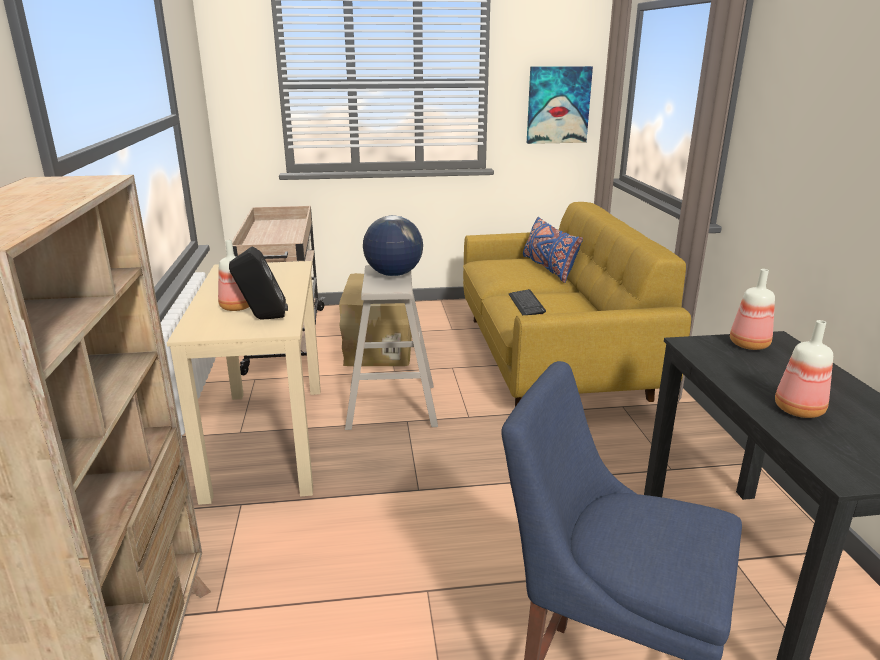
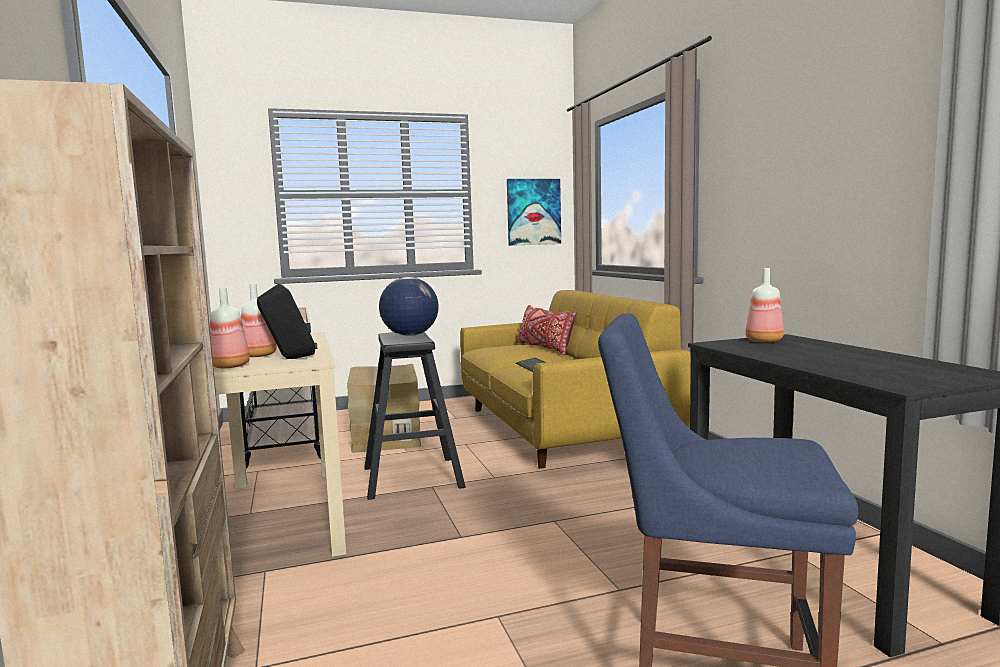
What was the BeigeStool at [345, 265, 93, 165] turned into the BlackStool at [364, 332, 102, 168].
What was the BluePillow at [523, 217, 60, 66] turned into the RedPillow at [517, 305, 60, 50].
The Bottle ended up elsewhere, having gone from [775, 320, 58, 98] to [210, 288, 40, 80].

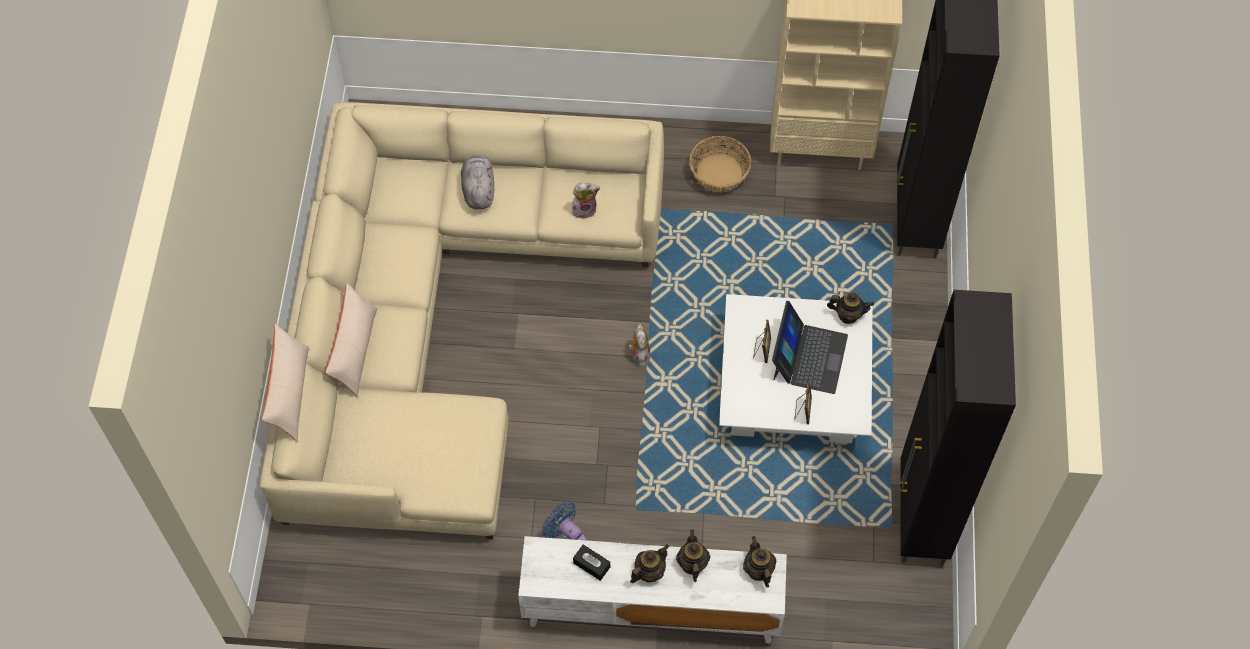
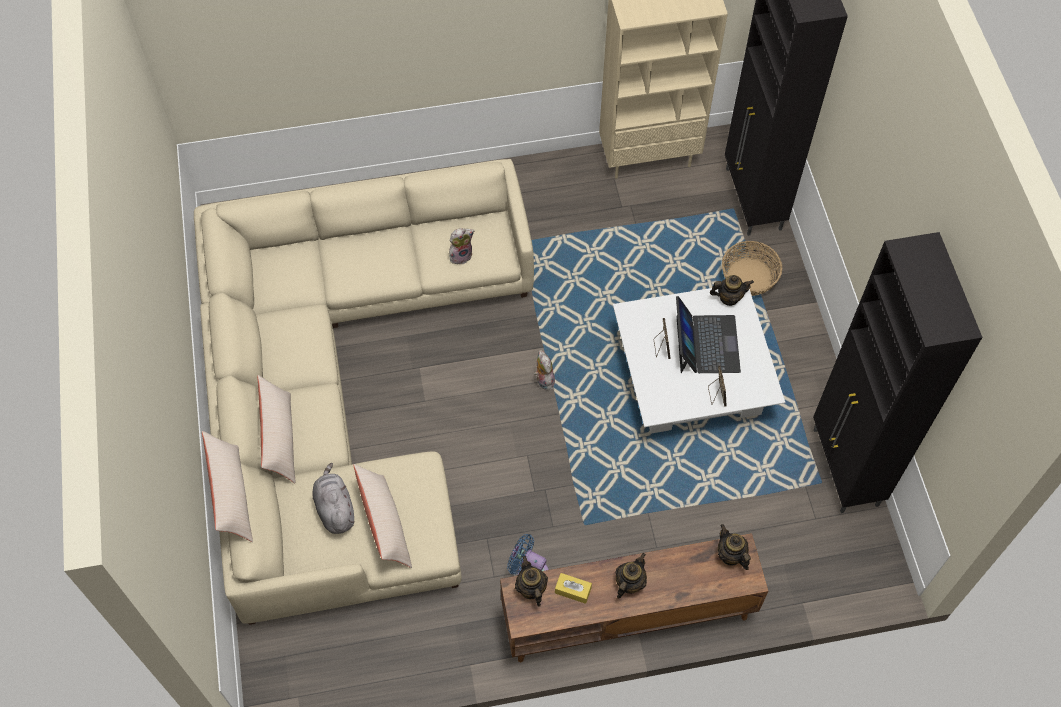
The GreyPlushToy ended up elsewhere, having gone from [461, 155, 33, 54] to [312, 463, 43, 71].
What was the WhiteTvStand at [518, 536, 269, 108] turned into the BrownTvStand at [500, 533, 268, 129].
What was the BlackTissueBox at [573, 545, 37, 36] turned into the YellowTissueBox at [555, 573, 37, 31].
The Teapot ended up elsewhere, having gone from [676, 529, 34, 53] to [515, 556, 33, 51].
The Basket ended up elsewhere, having gone from [689, 136, 62, 57] to [722, 241, 60, 55].
The second view gained the BeigePillow at [353, 464, 59, 104].

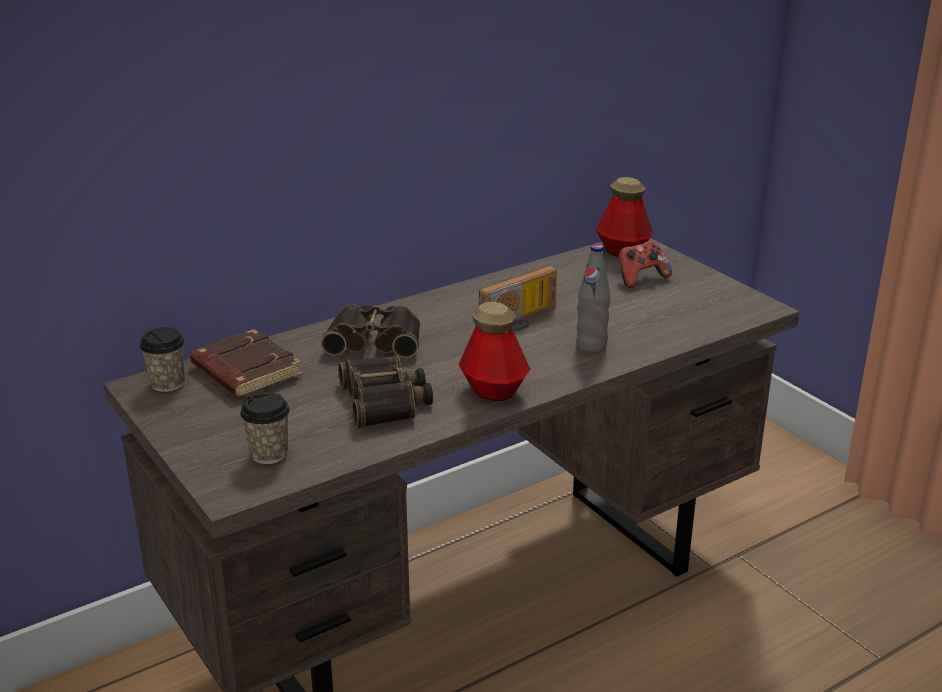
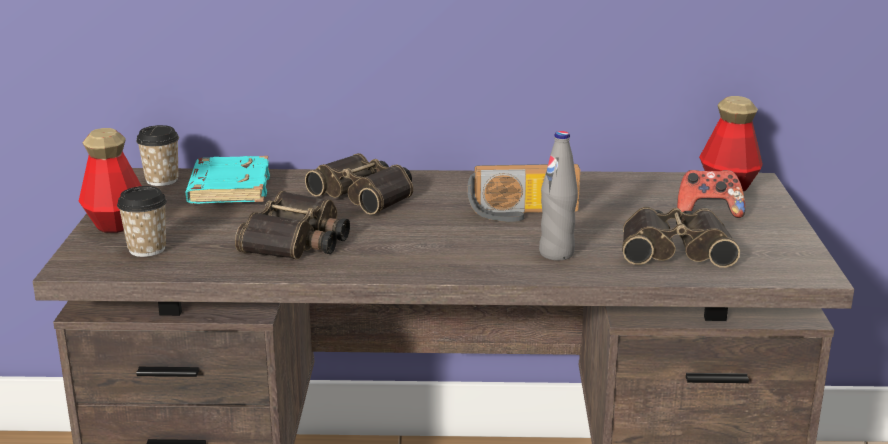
What was the BrownBook at [190, 329, 112, 69] turned into the TurquoiseBook at [186, 156, 84, 48].
The Bottle ended up elsewhere, having gone from [459, 302, 71, 99] to [79, 128, 63, 105].
The second view gained the Binoculars at [622, 207, 118, 61].

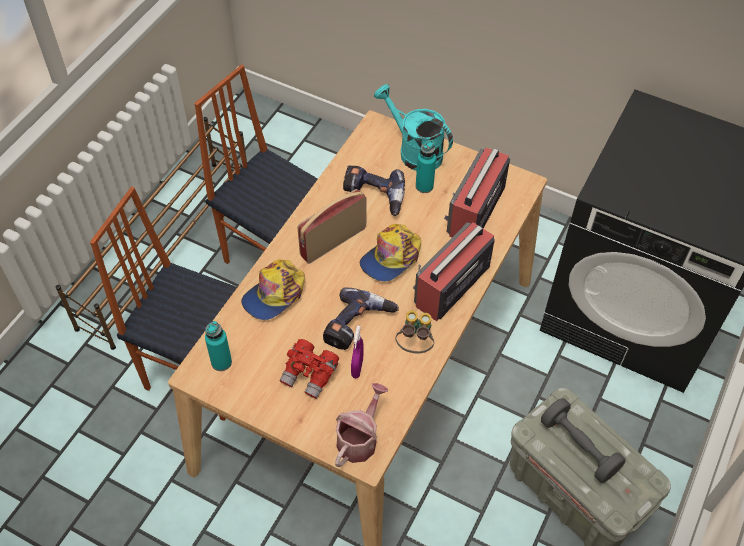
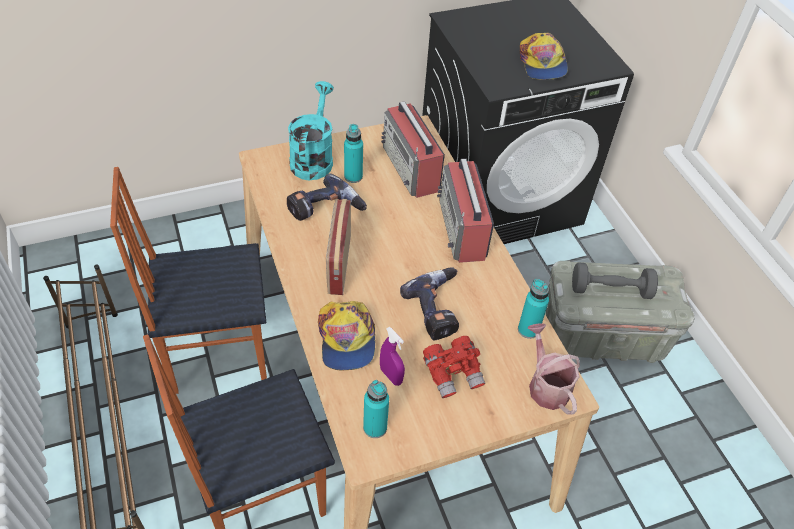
The PurpleSprayBottle ended up elsewhere, having gone from [351, 326, 12, 52] to [380, 327, 25, 59].
The Cap ended up elsewhere, having gone from [360, 224, 61, 58] to [520, 33, 48, 47].
The TurquoiseWateringCan at [374, 84, 79, 87] ended up facing another way, 105 degrees clockwise from before.
The second view lost the Binoculars at [396, 310, 38, 44].
The second view gained the TurquoiseBottle at [518, 279, 31, 60].

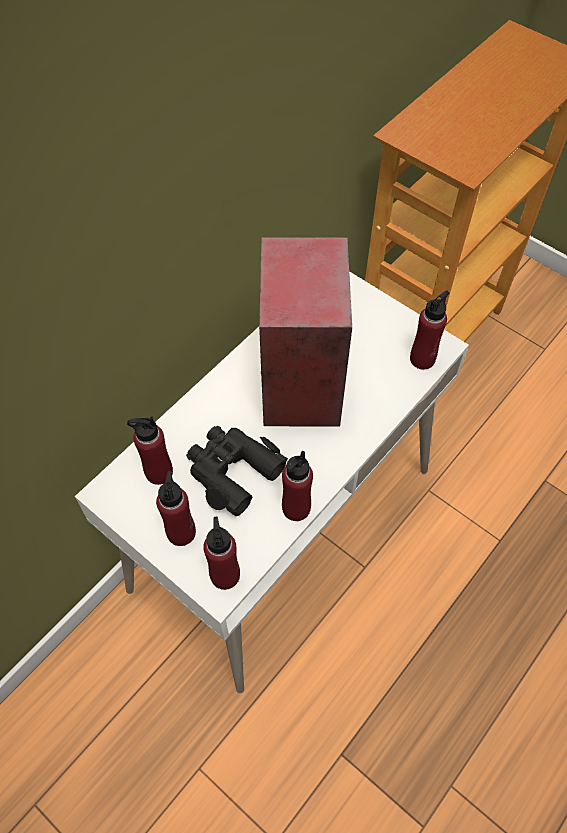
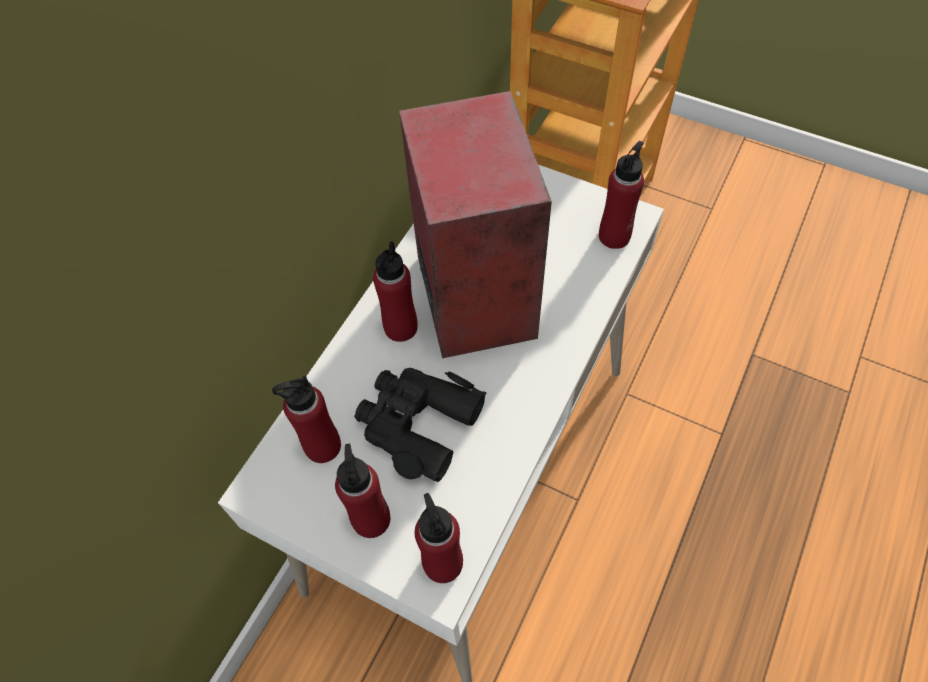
The RedBottle ended up elsewhere, having gone from [282, 451, 31, 70] to [373, 241, 45, 101].

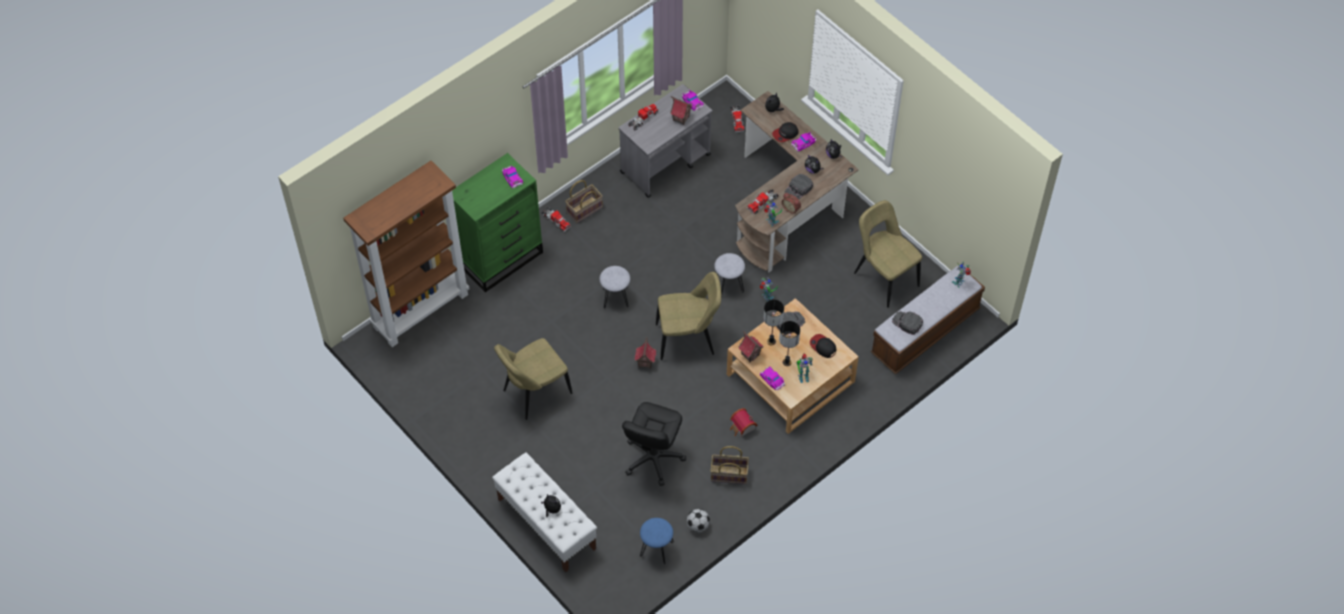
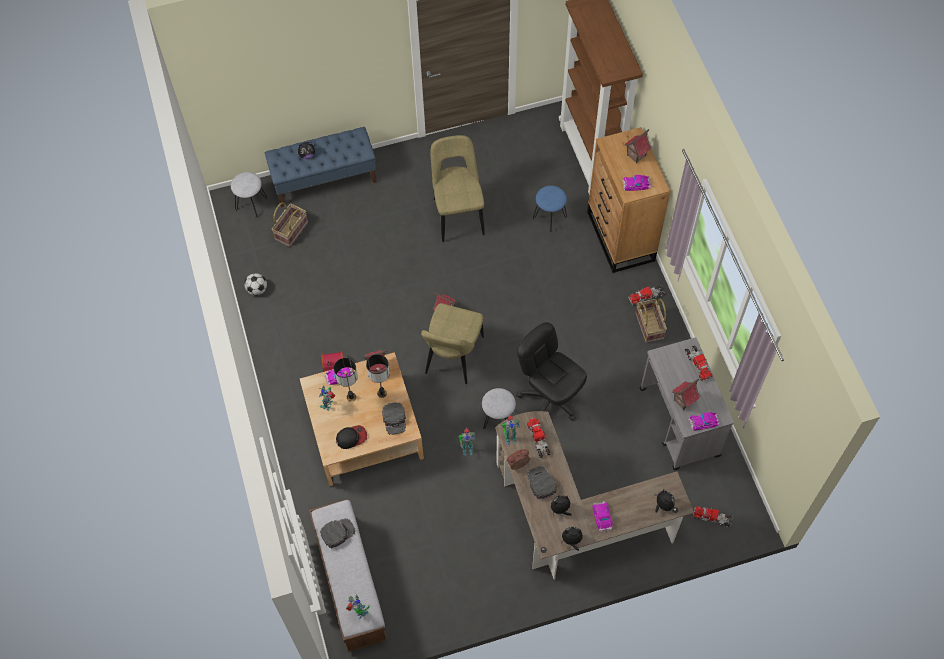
What was the GreenDresser at [452, 153, 91, 139] turned into the BrownDresser at [587, 127, 84, 146].
What was the WhiteBench at [492, 452, 105, 121] turned into the BlueBench at [265, 127, 112, 80].
The GreyStool ended up elsewhere, having gone from [600, 266, 30, 43] to [231, 172, 37, 45].
The BlackOfficeChair ended up elsewhere, having gone from [622, 402, 64, 84] to [517, 322, 70, 99].
The BlueStool ended up elsewhere, having gone from [640, 518, 34, 47] to [533, 185, 34, 48].
The Basket ended up elsewhere, having gone from [711, 446, 38, 38] to [272, 202, 36, 45].
The second view lost the Cap at [772, 122, 27, 20].
The second view lost the BeigeChair at [854, 200, 68, 108].
The second view gained the ToyHouse at [625, 129, 27, 34].

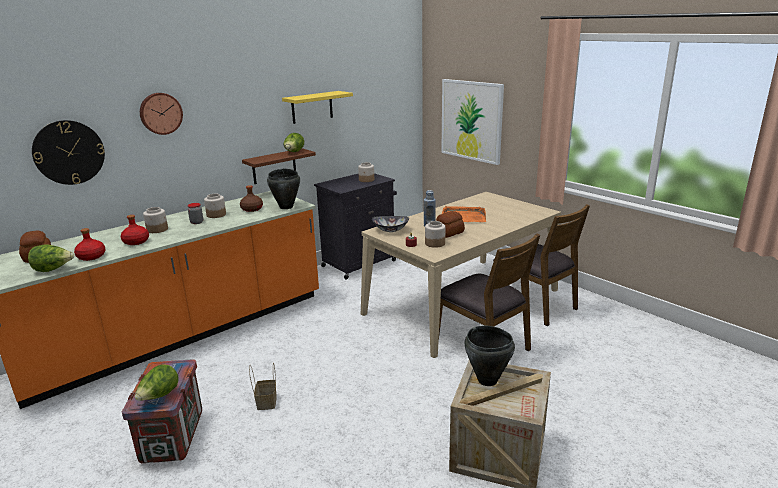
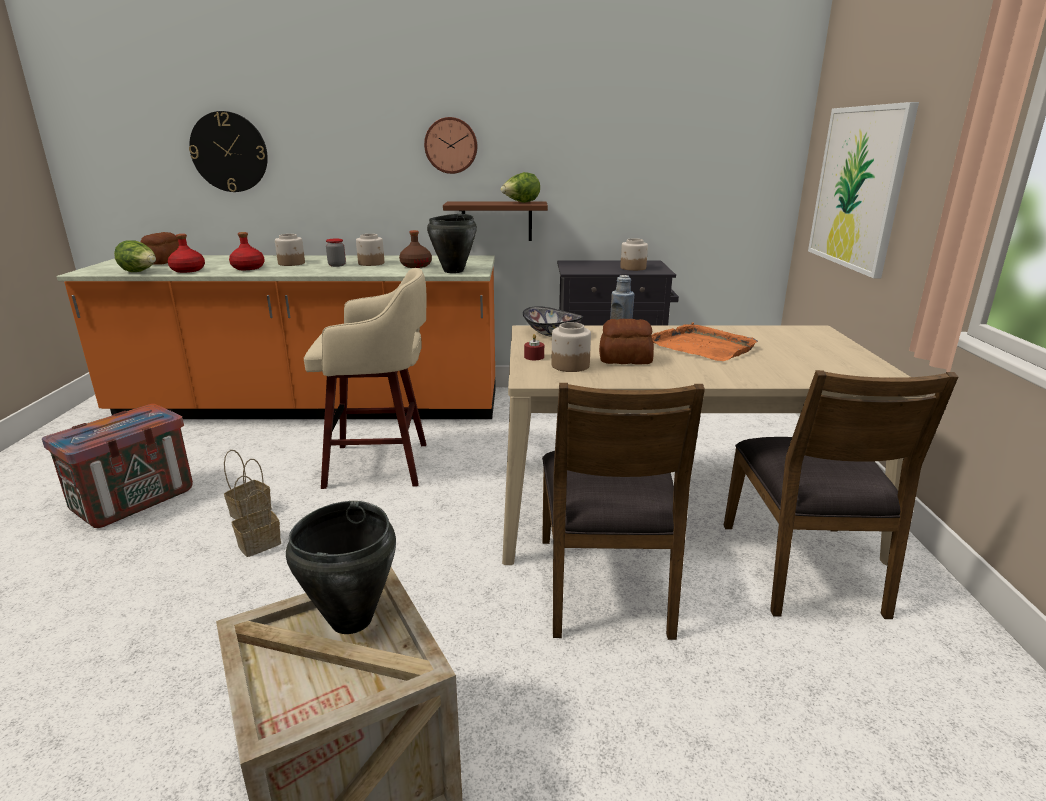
The second view lost the Lettuce at [135, 364, 44, 37].
The WallClock ended up elsewhere, having gone from [140, 93, 43, 42] to [424, 117, 53, 57].
The second view lost the YellowShelf at [282, 91, 71, 33].
The second view gained the Basket at [232, 476, 49, 81].
The second view gained the BeigeStool at [304, 268, 122, 221].

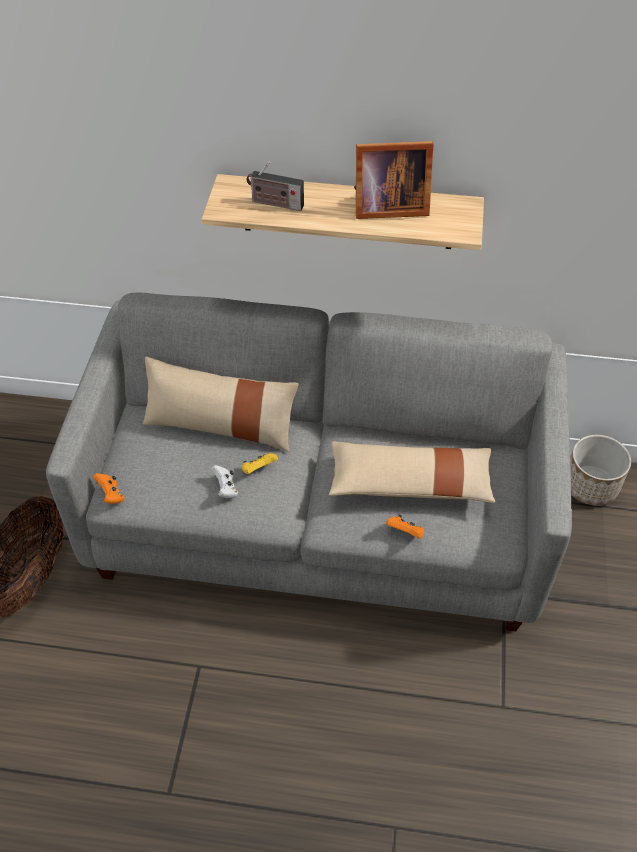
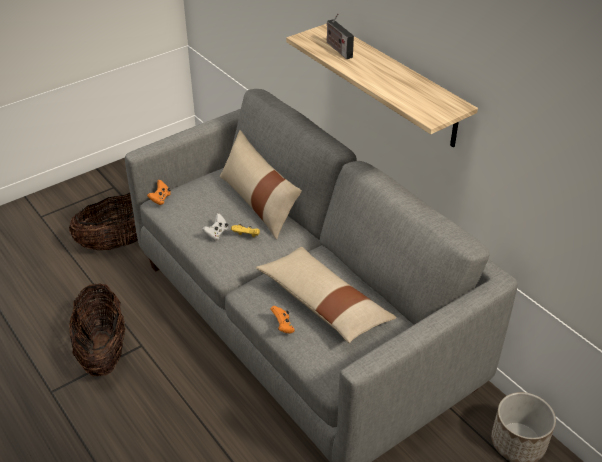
The second view lost the PictureFrame at [354, 141, 79, 78].
The second view gained the Basket at [69, 284, 56, 92].

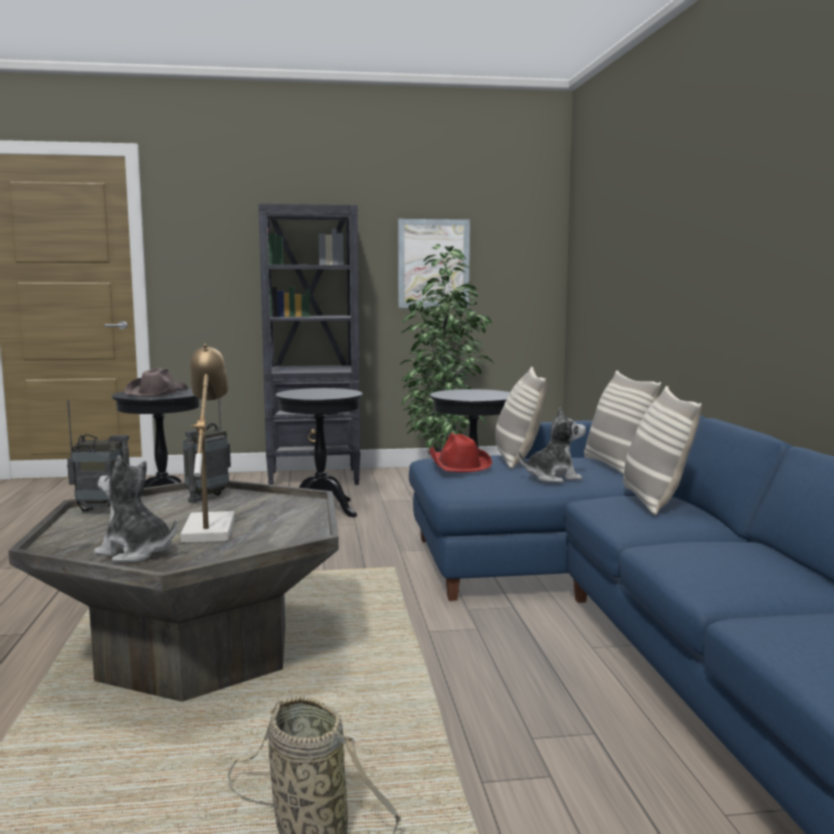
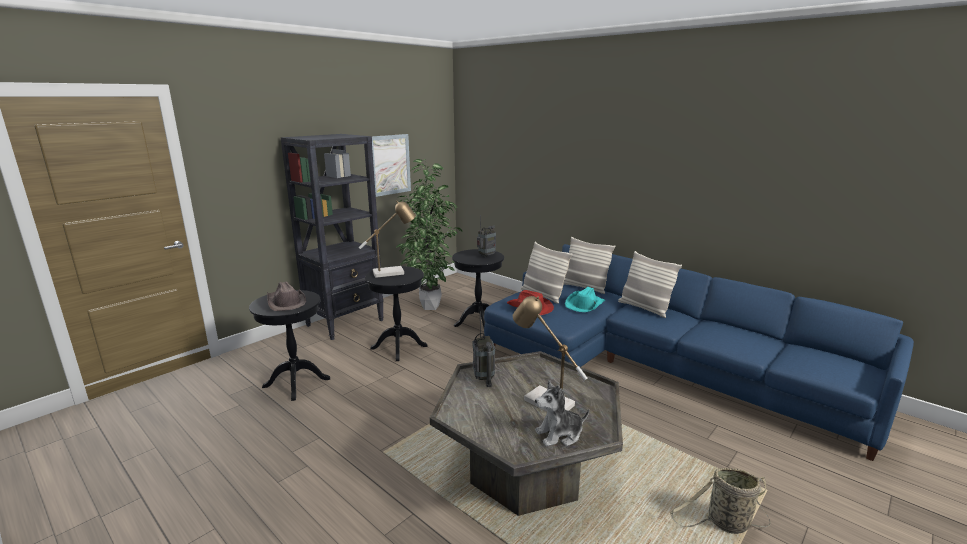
The Radio ended up elsewhere, having gone from [67, 400, 63, 112] to [477, 215, 19, 43].
Where the PlushToy stood at [518, 407, 68, 76], the TurquoiseHat came to stand at [565, 287, 40, 25].
The second view gained the TableLamp at [359, 201, 57, 77].

